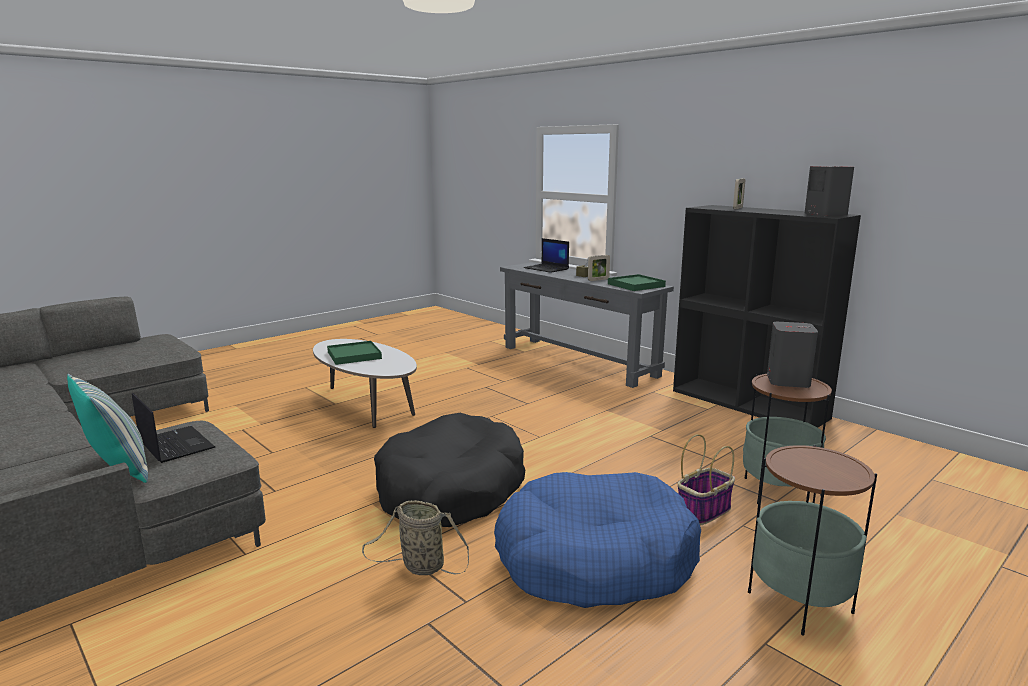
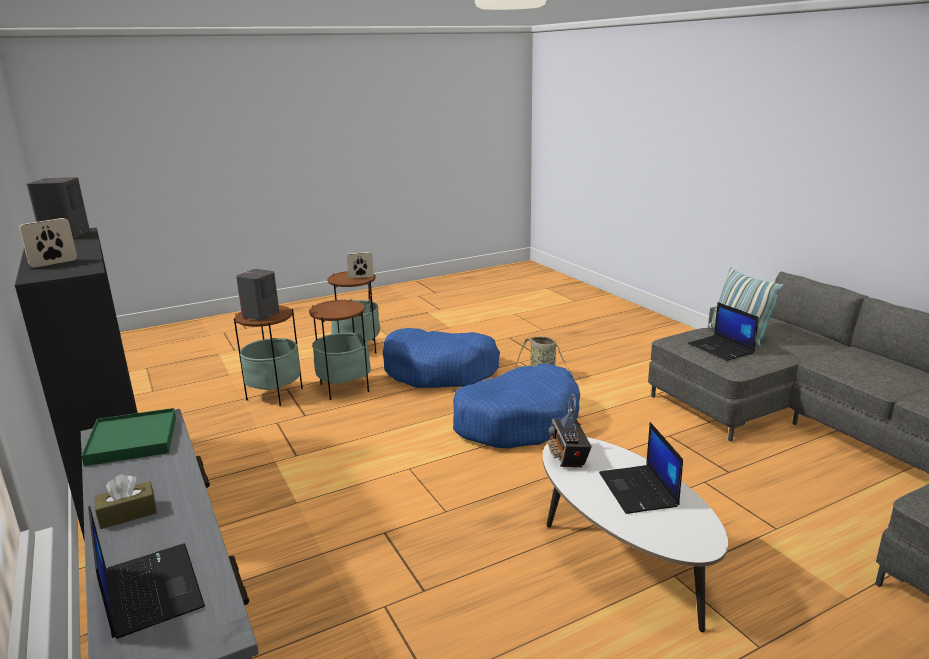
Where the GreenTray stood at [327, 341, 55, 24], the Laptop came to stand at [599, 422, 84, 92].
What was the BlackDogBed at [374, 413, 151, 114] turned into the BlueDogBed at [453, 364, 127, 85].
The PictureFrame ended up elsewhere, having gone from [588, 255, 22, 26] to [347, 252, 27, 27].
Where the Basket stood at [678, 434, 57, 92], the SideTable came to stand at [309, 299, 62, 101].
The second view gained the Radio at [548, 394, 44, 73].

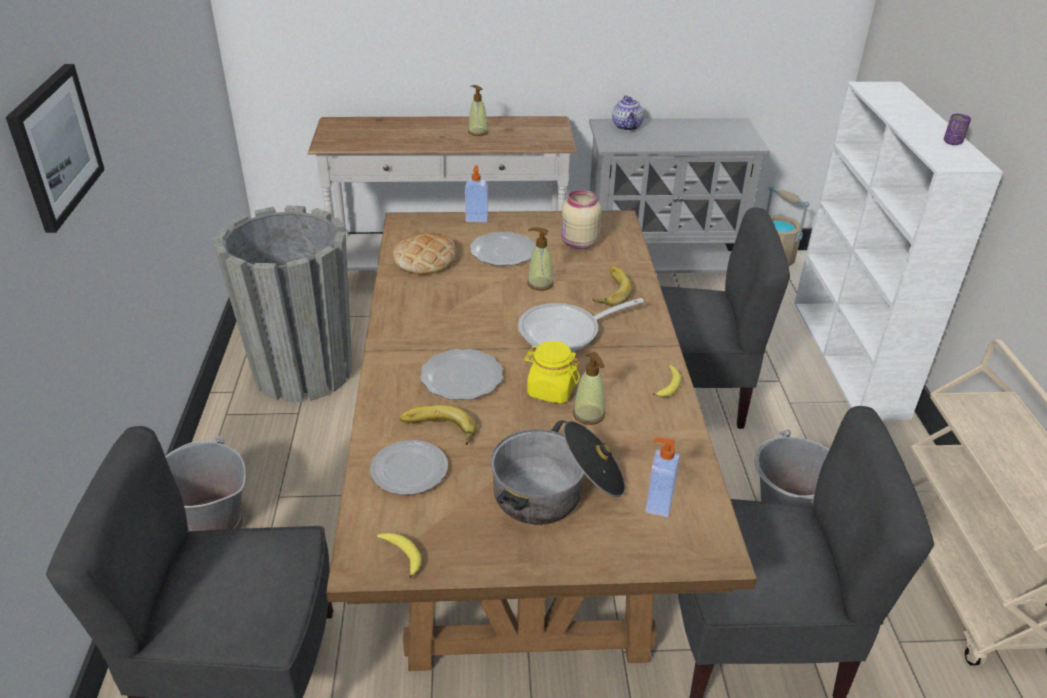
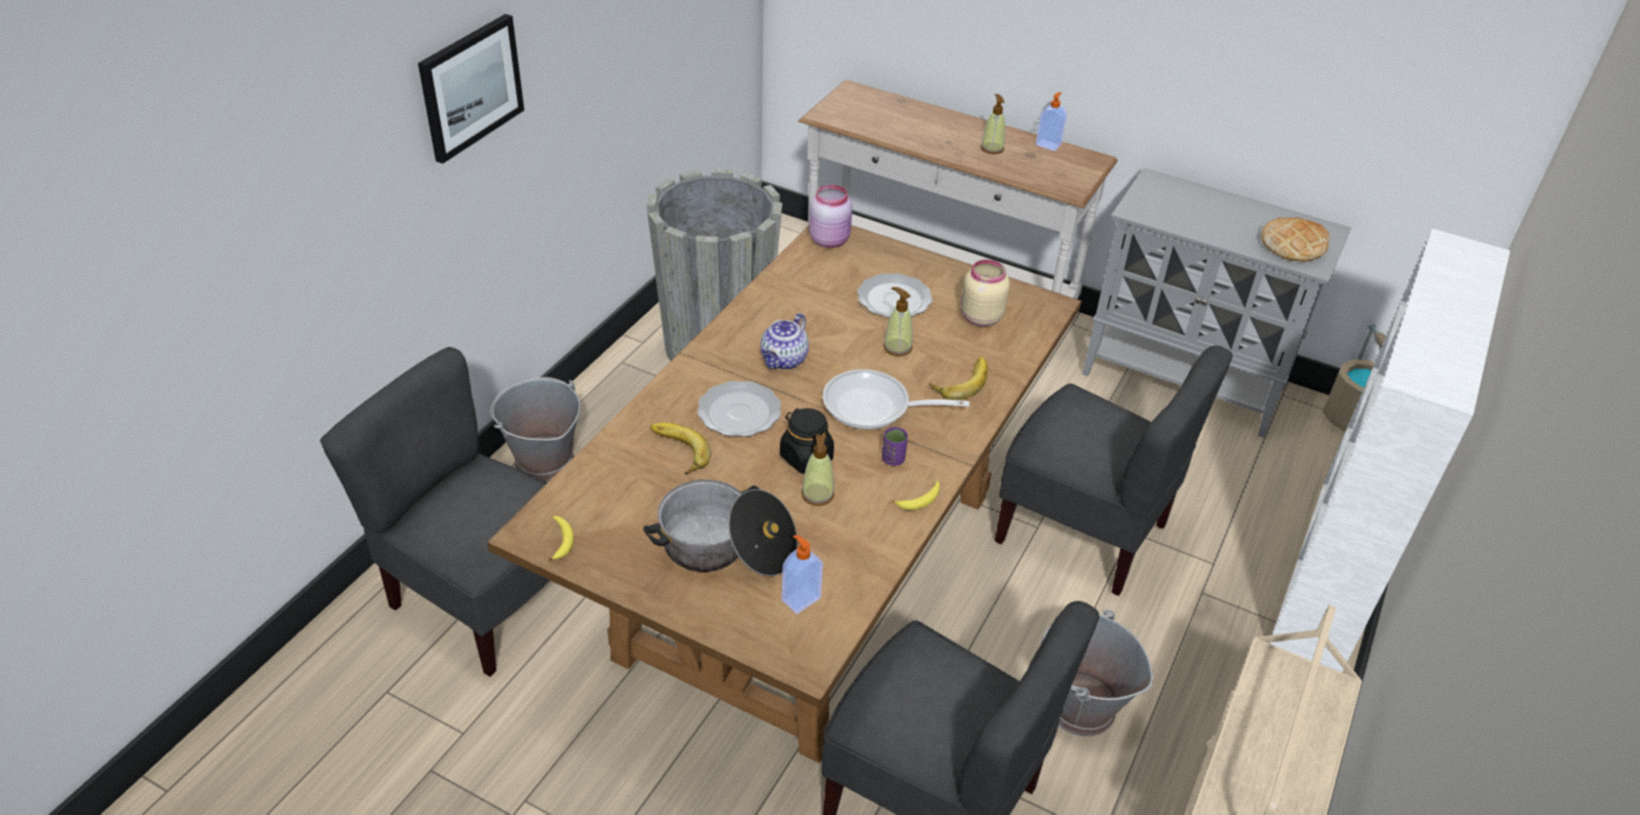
The second view lost the Plate at [370, 440, 78, 55].
The Bread ended up elsewhere, having gone from [393, 233, 64, 41] to [1261, 217, 69, 45].
The SoapDispenser ended up elsewhere, having gone from [465, 165, 23, 58] to [1036, 92, 31, 59].
What was the YellowJar at [524, 341, 56, 63] turned into the BlackJar at [780, 408, 54, 66].
The Teapot ended up elsewhere, having gone from [612, 95, 32, 36] to [760, 313, 49, 57].
The PurpleCup ended up elsewhere, having gone from [944, 114, 27, 31] to [882, 427, 26, 39].
The second view gained the PinkJar at [809, 185, 43, 63].

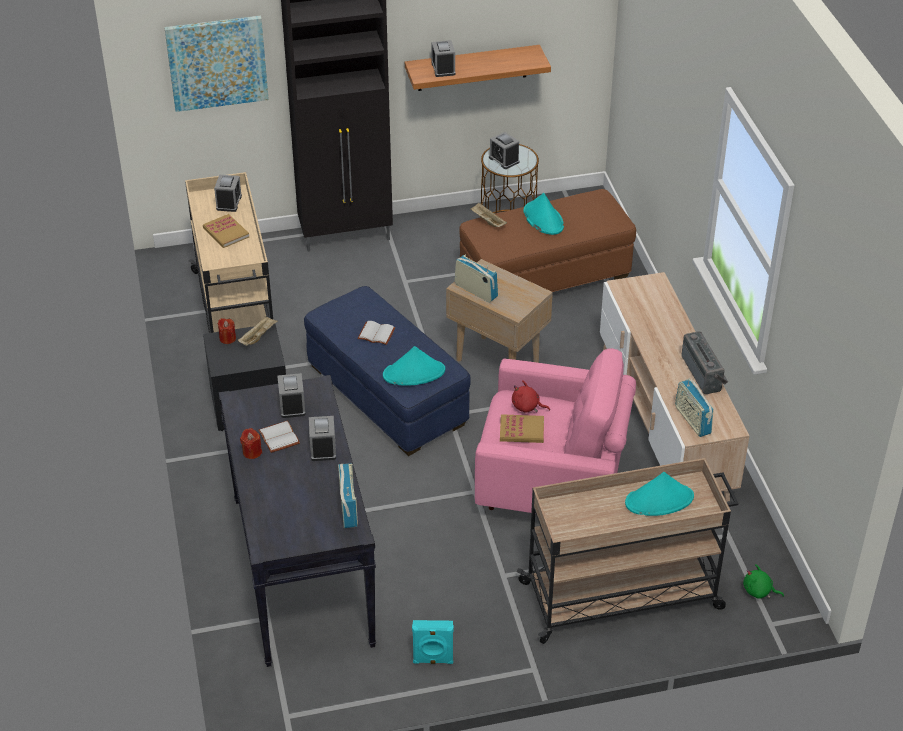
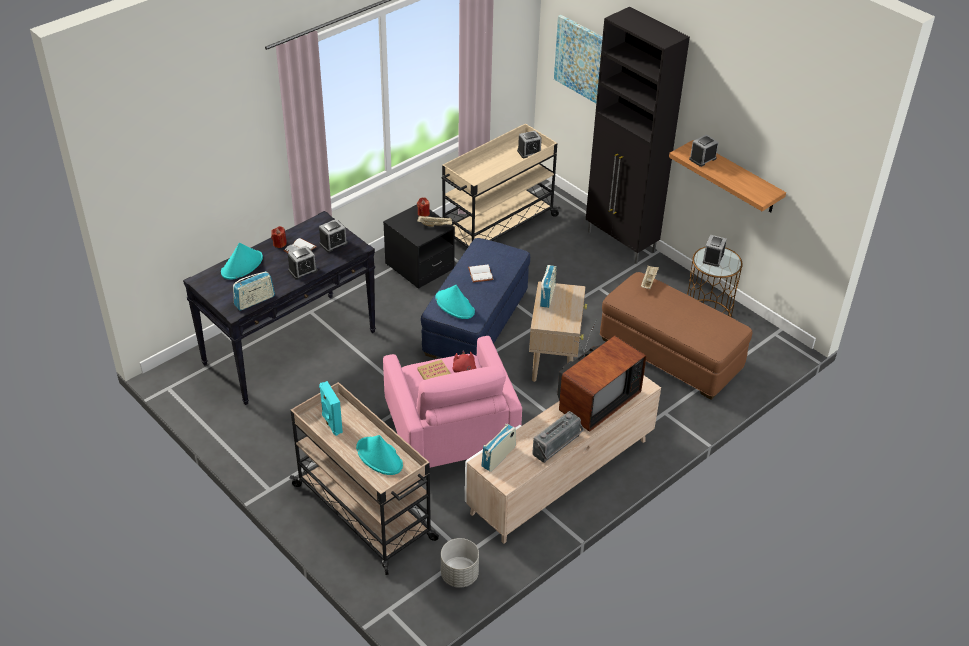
The second view lost the Book at [203, 214, 46, 34].
The TurquoiseSpeaker ended up elsewhere, having gone from [412, 620, 41, 44] to [319, 381, 24, 55].
The TurquoiseHat ended up elsewhere, having gone from [523, 193, 41, 42] to [221, 243, 42, 37].
The second view lost the GreenPlushToy at [743, 564, 41, 35].
The second view gained the GreyPlanter at [441, 538, 38, 50].
The second view gained the Television at [557, 320, 89, 112].

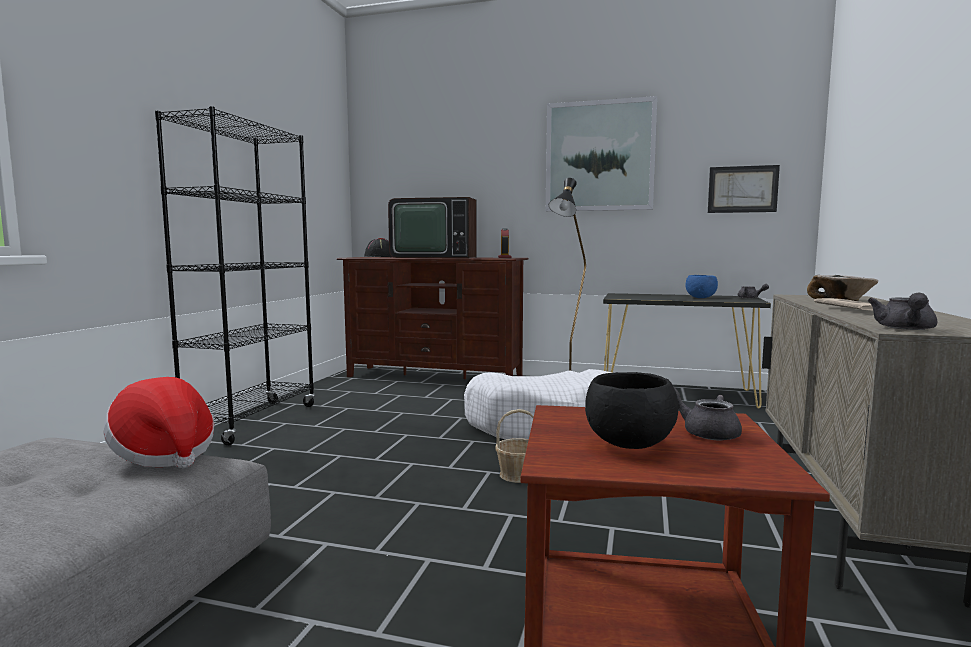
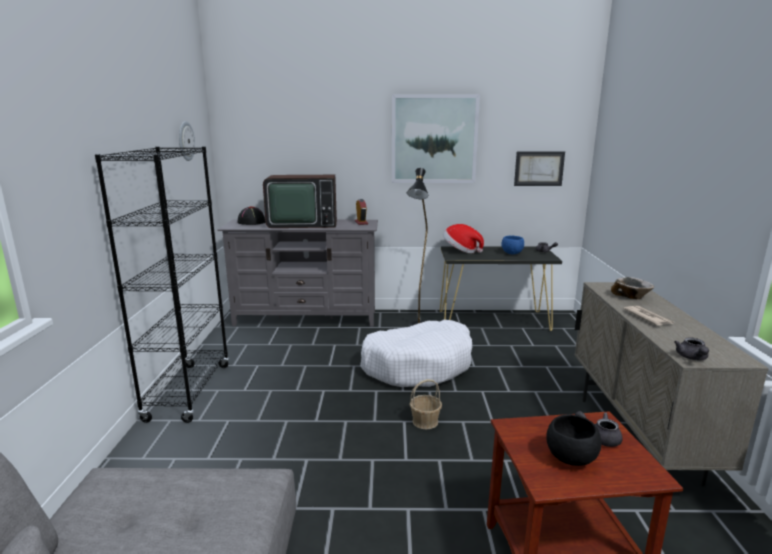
The Hat ended up elsewhere, having gone from [103, 377, 111, 91] to [443, 224, 41, 29].
What was the BrownTvStand at [337, 257, 192, 122] turned into the GreyTvStand at [217, 219, 161, 108].
The second view gained the WallClock at [179, 121, 16, 40].

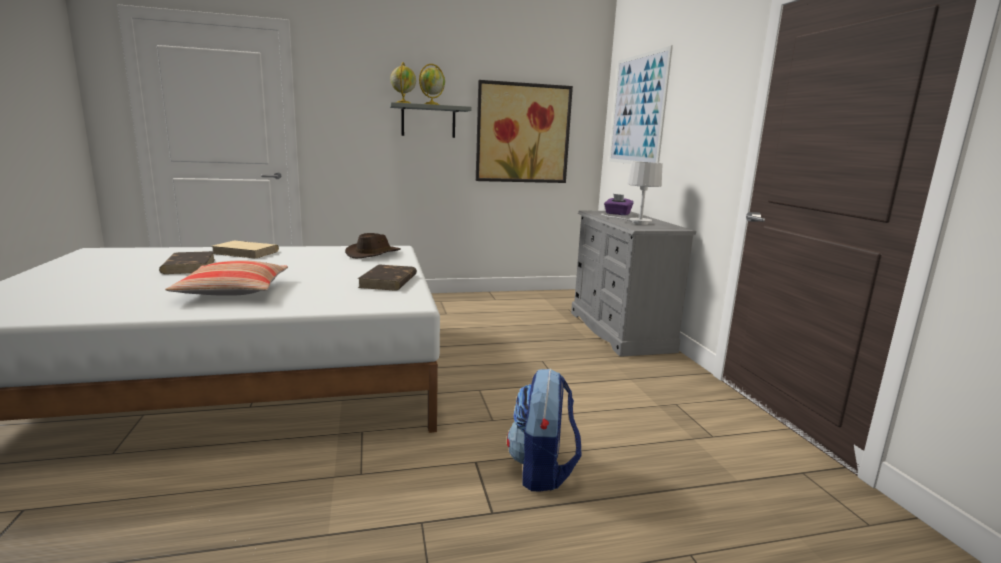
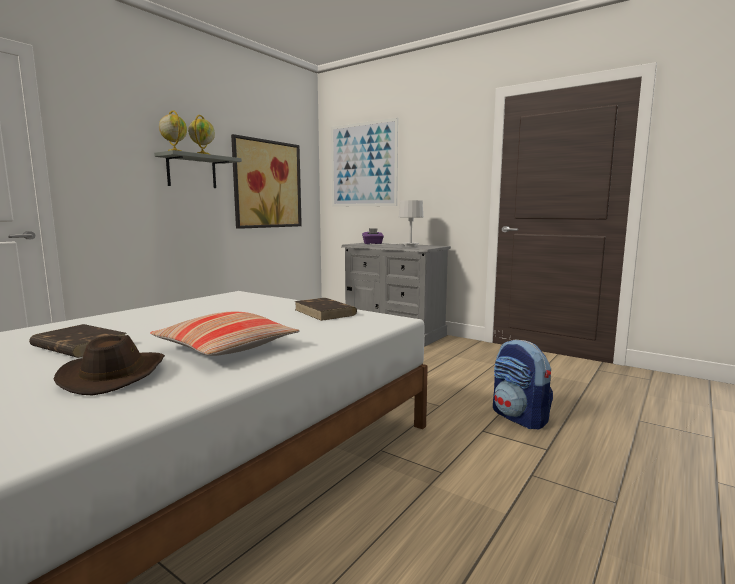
The second view lost the BeigeBook at [212, 241, 67, 18].
The BrownHat ended up elsewhere, having gone from [345, 233, 56, 25] to [53, 335, 112, 60].

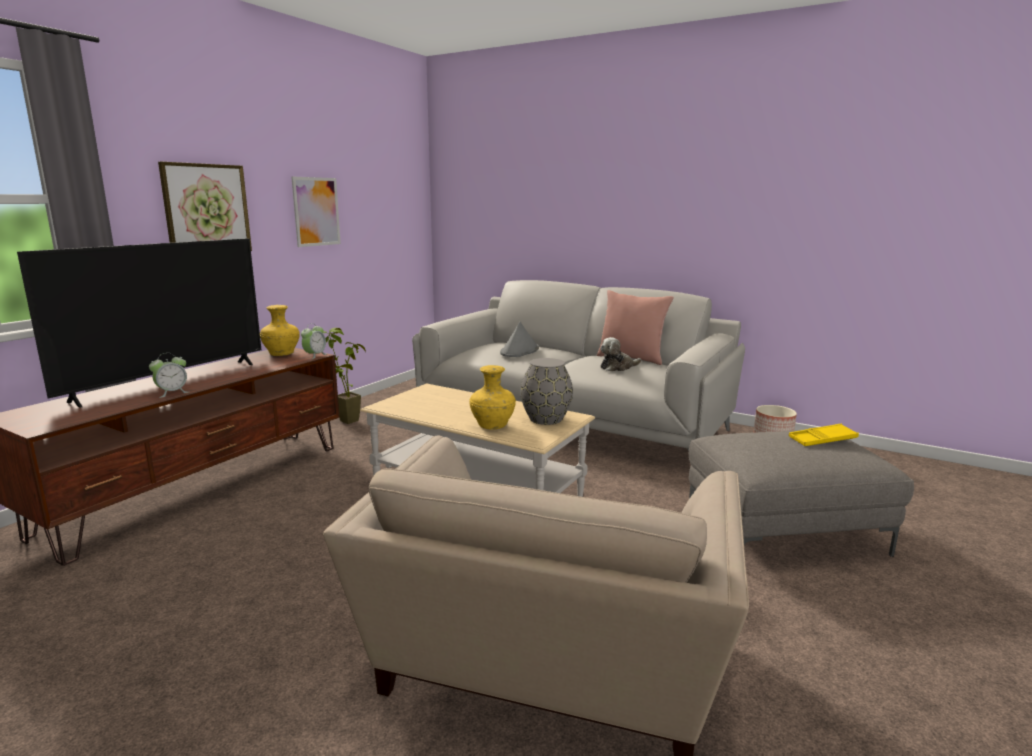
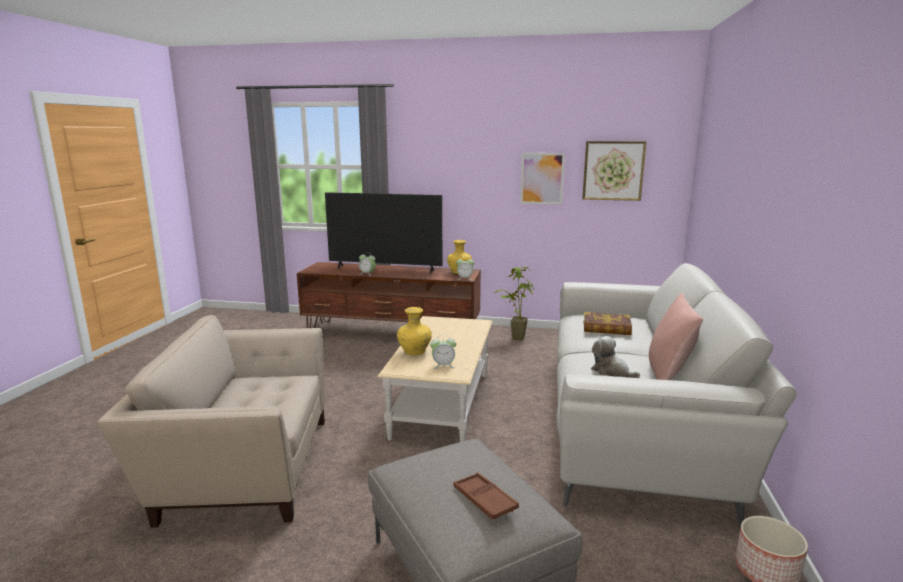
The Picture ended up elsewhere, having gone from [158, 162, 94, 89] to [582, 141, 64, 60].
Where the GreyHat stood at [500, 322, 39, 35], the Book came to stand at [584, 312, 48, 23].
Where the GreyVase stood at [520, 358, 53, 67], the AlarmClock came to stand at [430, 338, 27, 31].
What was the YellowTray at [789, 424, 70, 22] turned into the BrownTray at [453, 472, 66, 48].

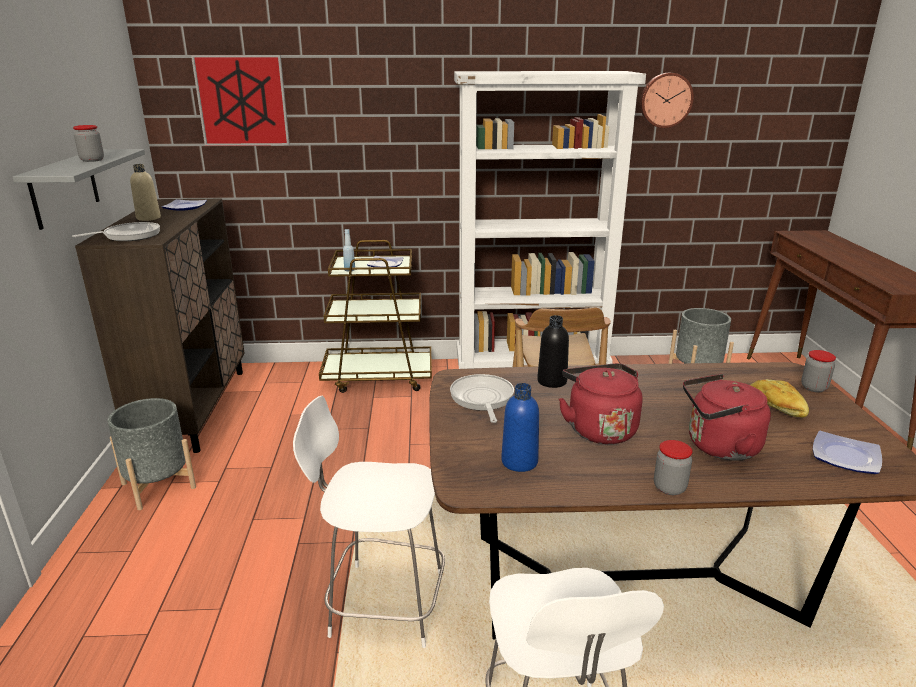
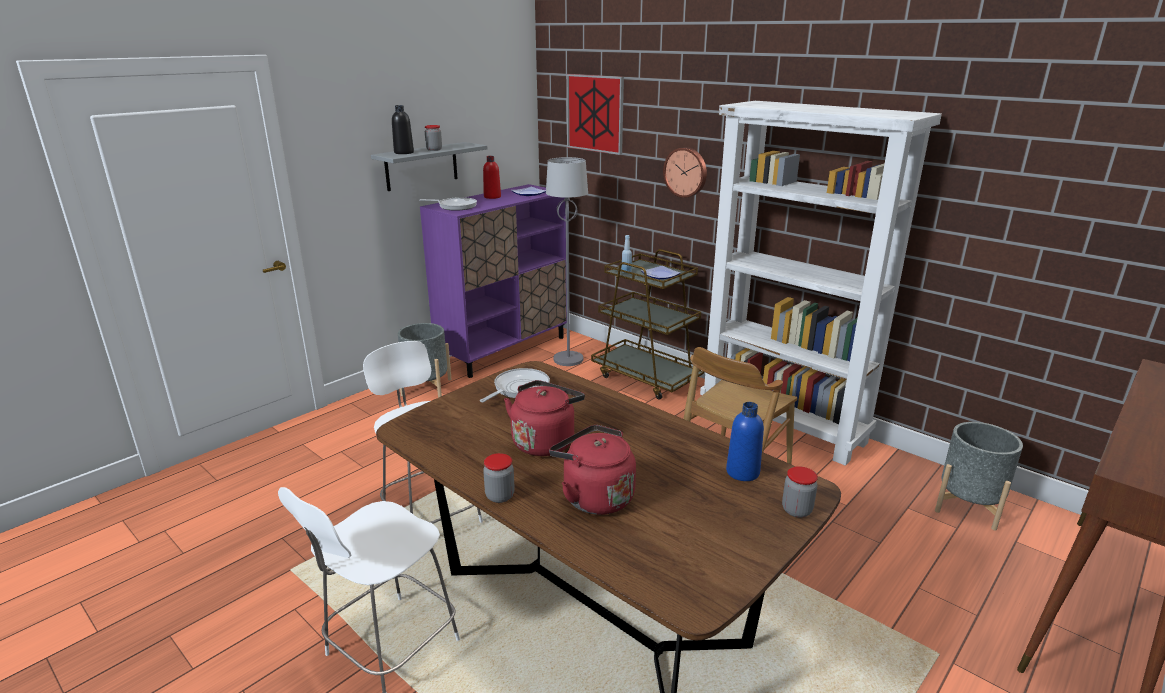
What was the BrownCabinet at [75, 199, 170, 254] turned into the PurpleCabinet at [420, 184, 147, 194].
What was the BeigeBottle at [130, 164, 31, 57] turned into the RedBottle at [483, 156, 18, 43].
The BlueBottle ended up elsewhere, having gone from [501, 383, 38, 89] to [726, 402, 38, 79].
The BlackBottle ended up elsewhere, having gone from [537, 315, 32, 73] to [392, 105, 22, 49].
The WallClock ended up elsewhere, having gone from [640, 73, 54, 55] to [663, 147, 44, 51].
The second view lost the Bread at [750, 379, 59, 39].
The second view lost the Plate at [813, 431, 69, 43].
The second view gained the GreyFloorLamp at [546, 157, 42, 209].

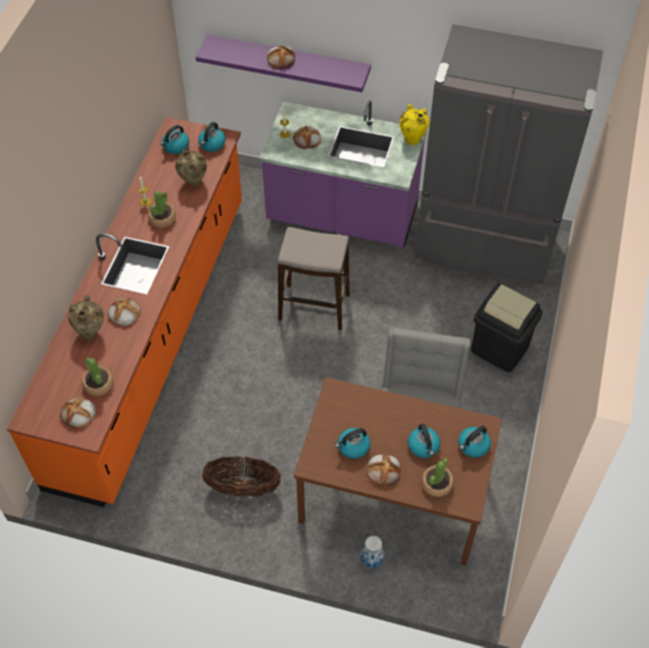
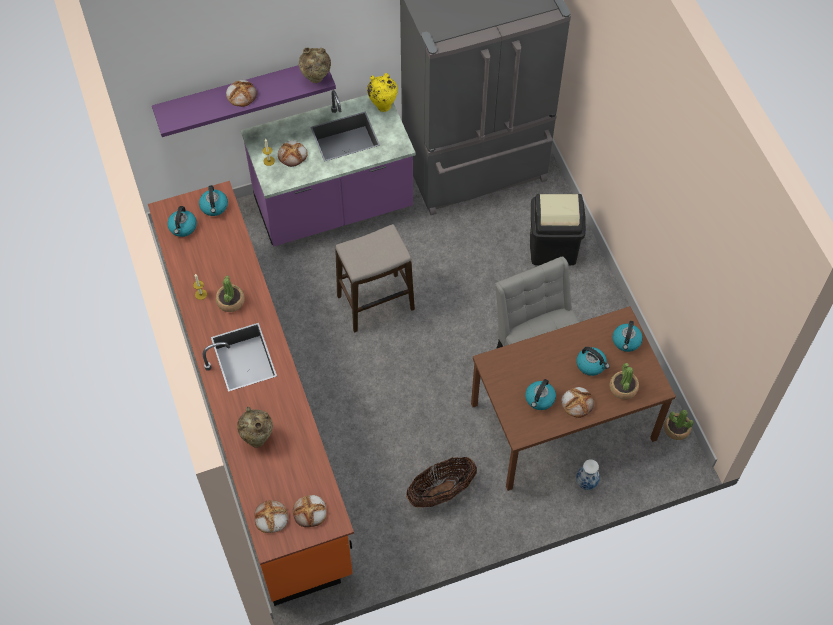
The PottedPlant ended up elsewhere, having gone from [82, 357, 31, 39] to [664, 410, 29, 30].
The Bread ended up elsewhere, having gone from [108, 298, 33, 28] to [255, 500, 33, 33].
The BeigeVase ended up elsewhere, having gone from [175, 148, 32, 37] to [299, 47, 32, 36].

